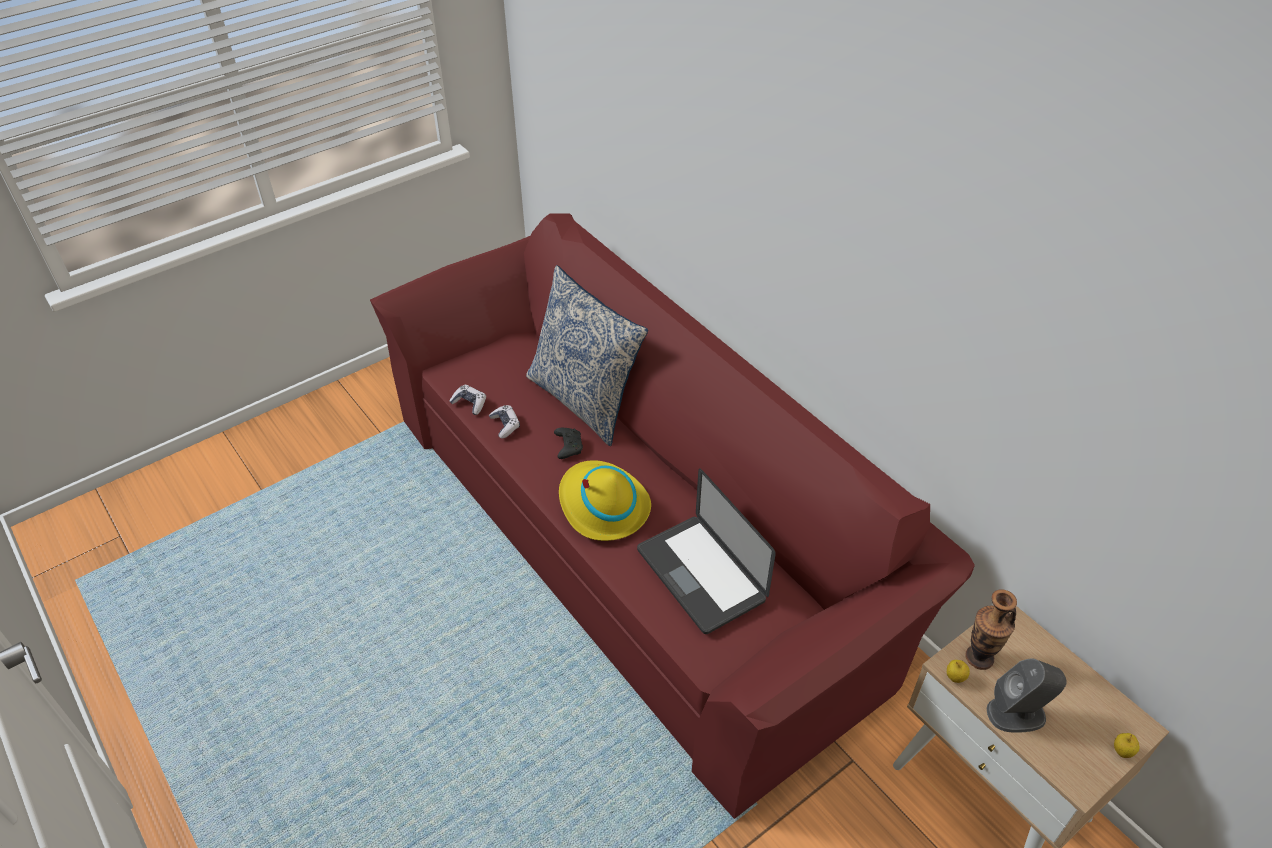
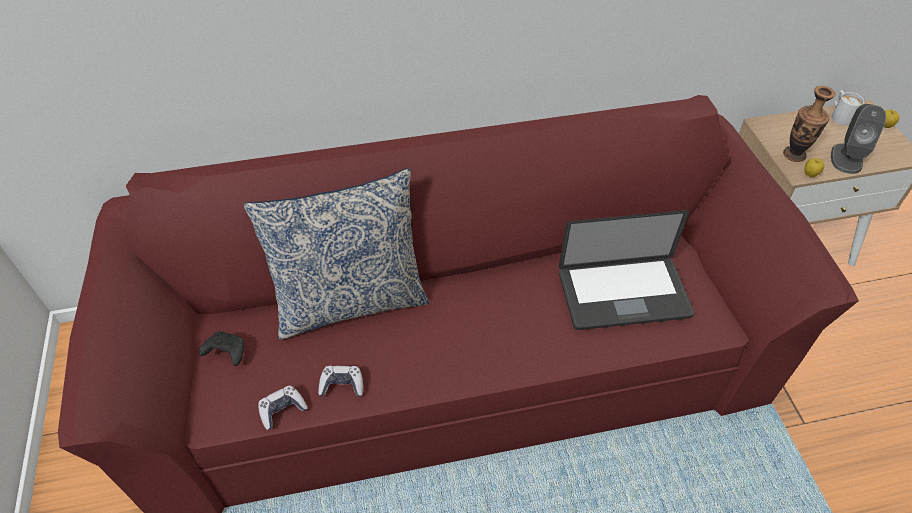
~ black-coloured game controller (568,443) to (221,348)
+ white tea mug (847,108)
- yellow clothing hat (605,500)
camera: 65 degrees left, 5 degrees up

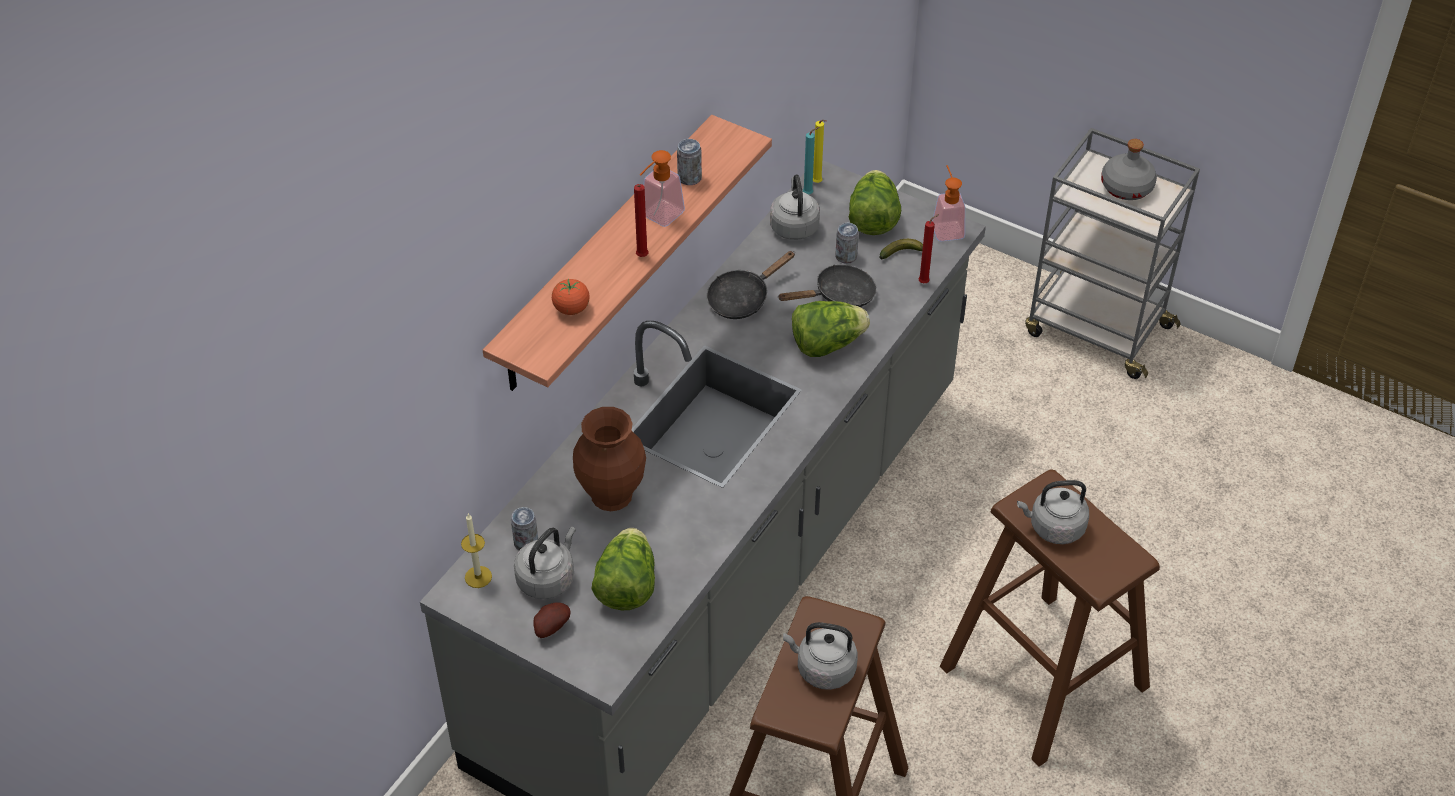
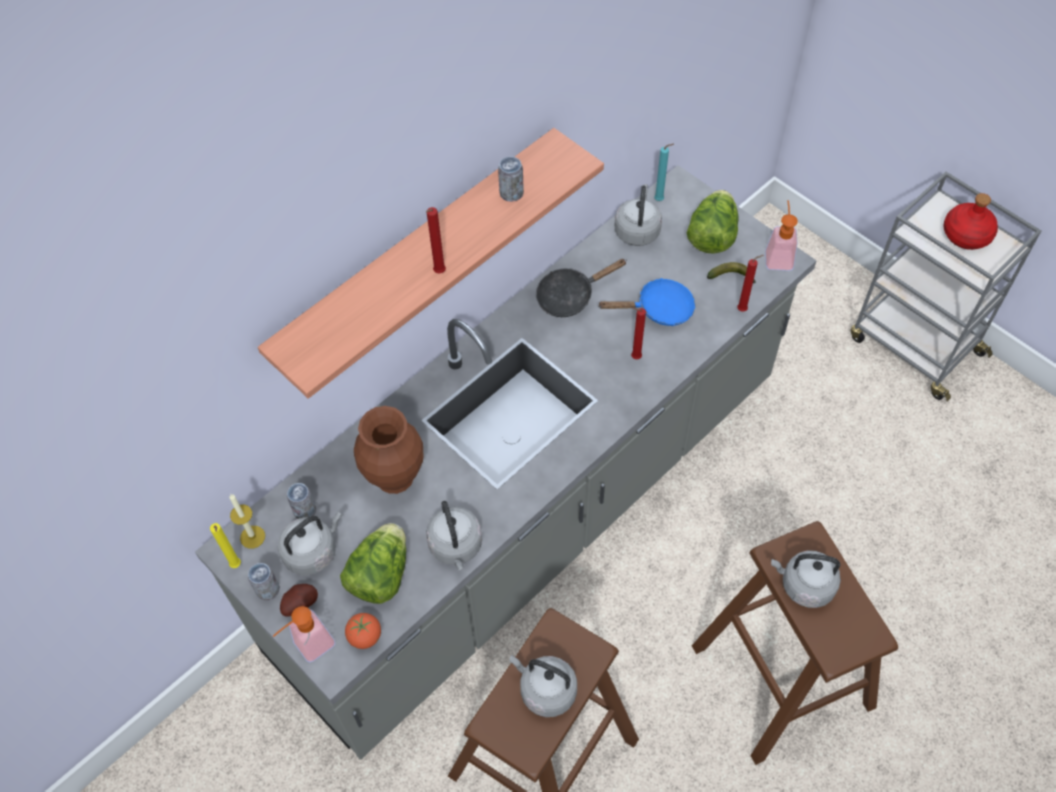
~ yellow wax light (819,151) to (225,545)
~ metal can (847,243) to (264,581)
~ soap bottle (662,188) to (304,634)
~ tomato (571,297) to (363,631)
+ grey water kettle (454,535)
~ black-coloured pan (827,285) to blue pan (647,302)
~ lettuce (831,329) to red wax light (638,333)
~ grey drink bottle (1129,169) to red drink bottle (970,221)
camera: 15 degrees right, 10 degrees up

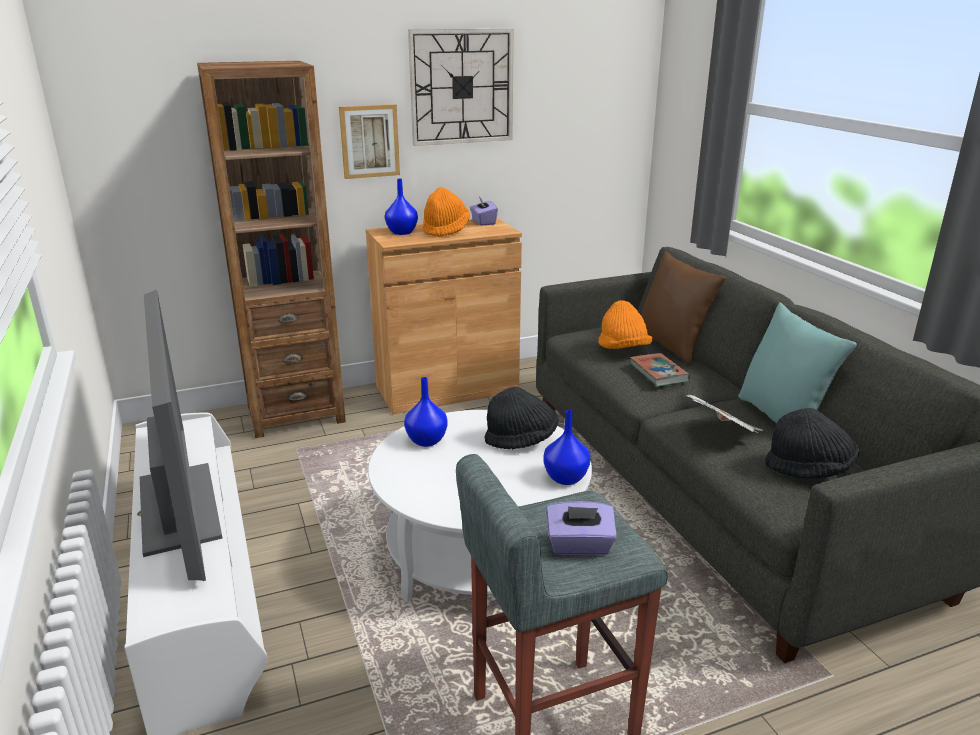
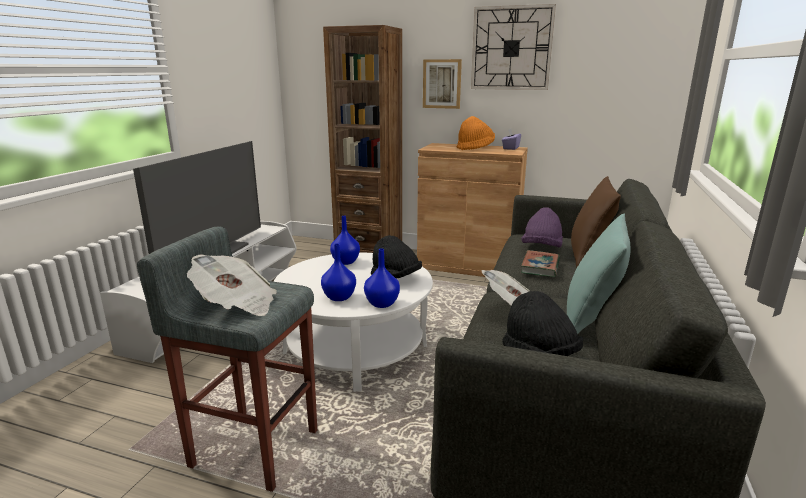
~ purple tissue holder (581,528) to daily paper (231,285)
~ blue vase (401,207) to (338,272)
~ orange-coloured clothing hat (625,324) to purple clothing hat (542,227)
camera: 40 degrees right, 5 degrees down

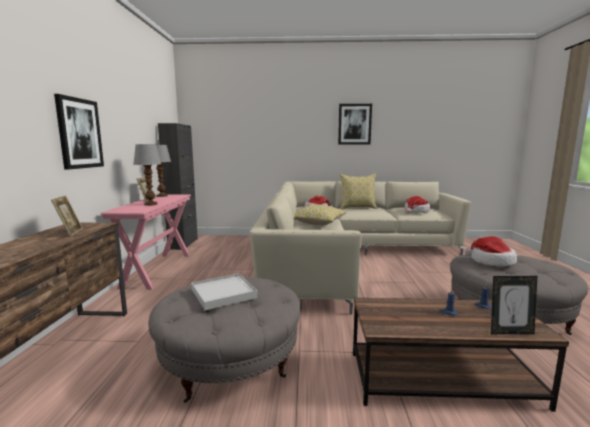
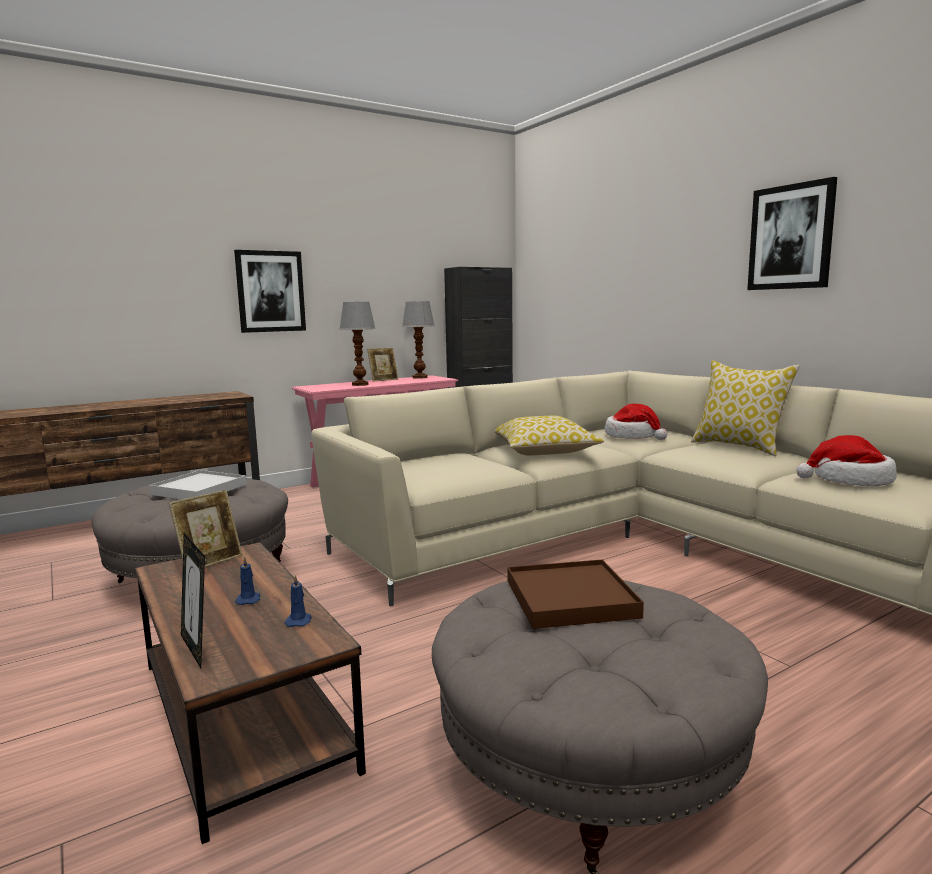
~ picture frame (67,216) to (206,528)
~ clothing hat (491,251) to brown-coloured carrying tray (575,594)
camera: 55 degrees right, 0 degrees up

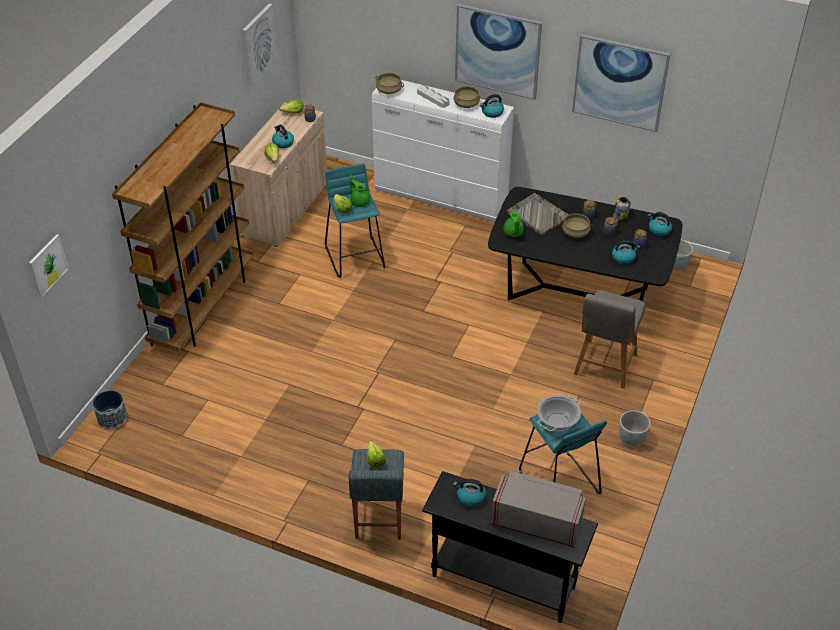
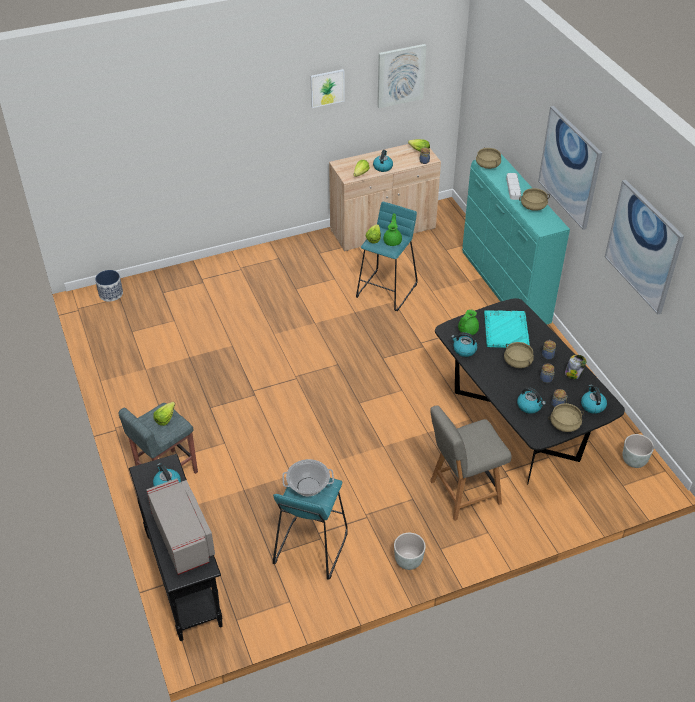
~ wall picture (49,266) to (327,88)
~ water kettle (492,106) to (464,344)
~ white dresser (443,151) to turquoise-coloured dresser (516,239)
~ grey carrying tray (538,214) to turquoise-coloured carrying tray (507,329)
+ beige stockpot (566,417)
- brown-coloured shelving unit (182,227)
camera: 45 degrees right, 0 degrees up

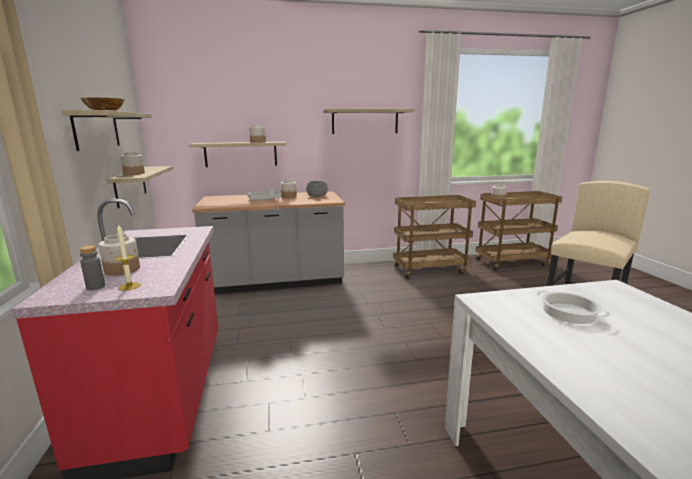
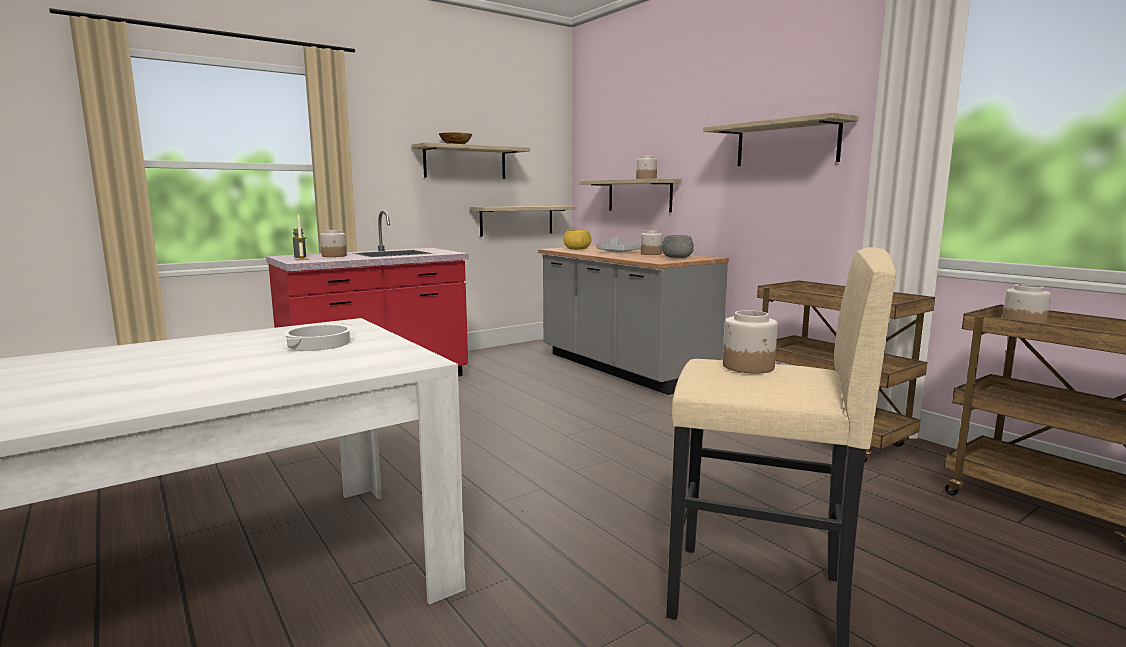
+ yellow serving bowl (577,239)
~ storage jar (133,163) to (750,342)
camera: 65 degrees right, 5 degrees down

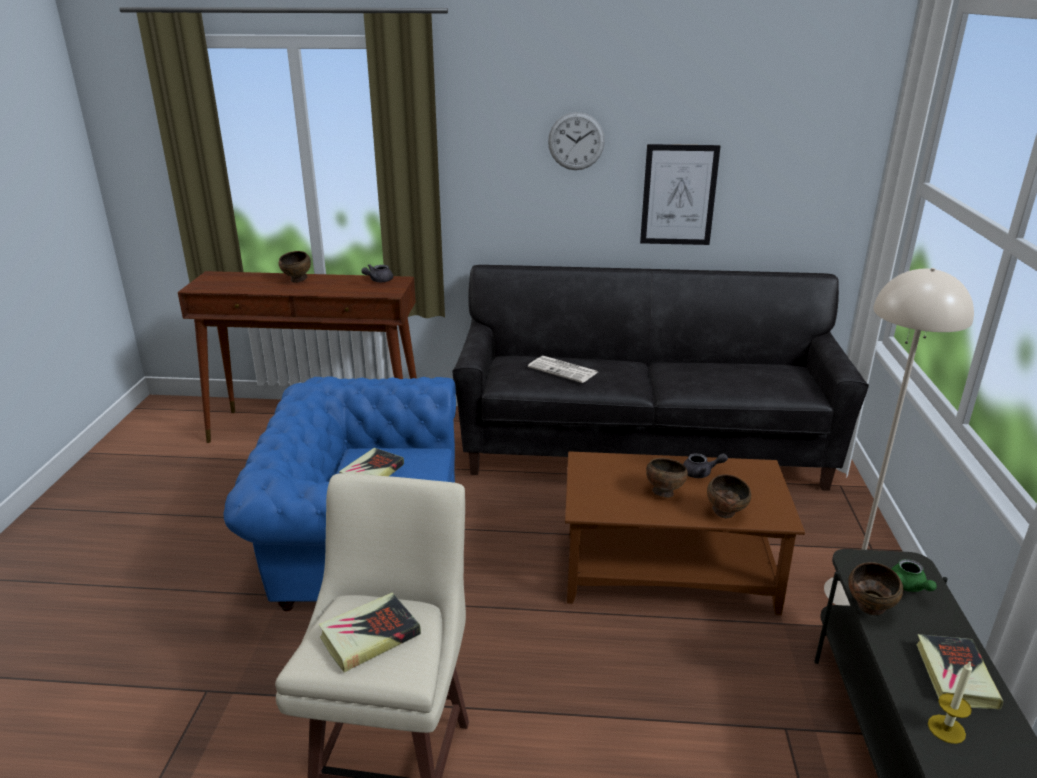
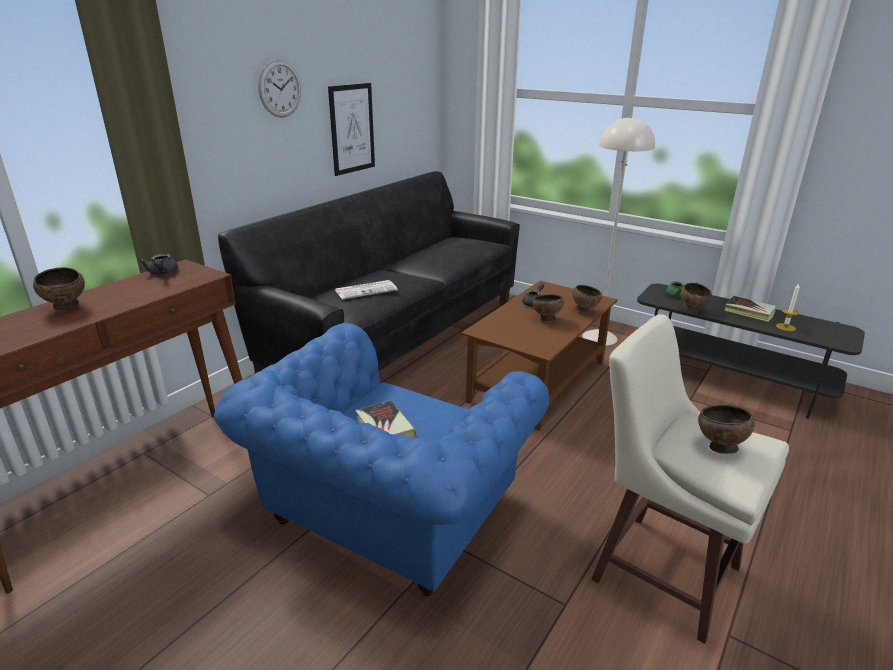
~ volume (369,632) to brown-coloured serving bowl (726,429)
camera: 60 degrees left, 0 degrees up

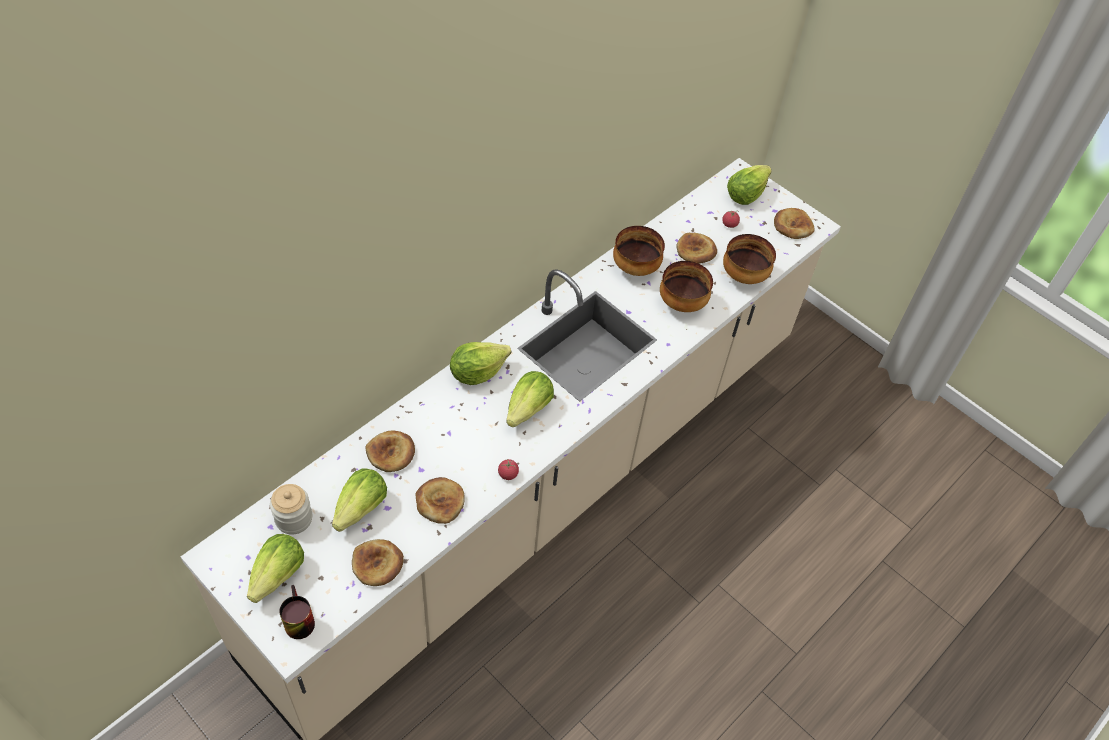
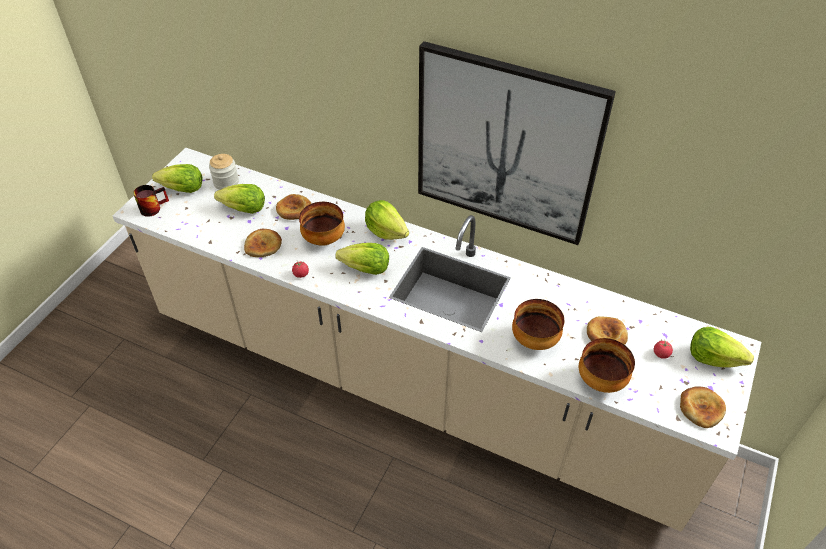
~ serving bowl (639,251) to (322,224)
+ wall picture (517,143)
- bakery bread (378,562)
camera: 75 degrees right, 5 degrees down

